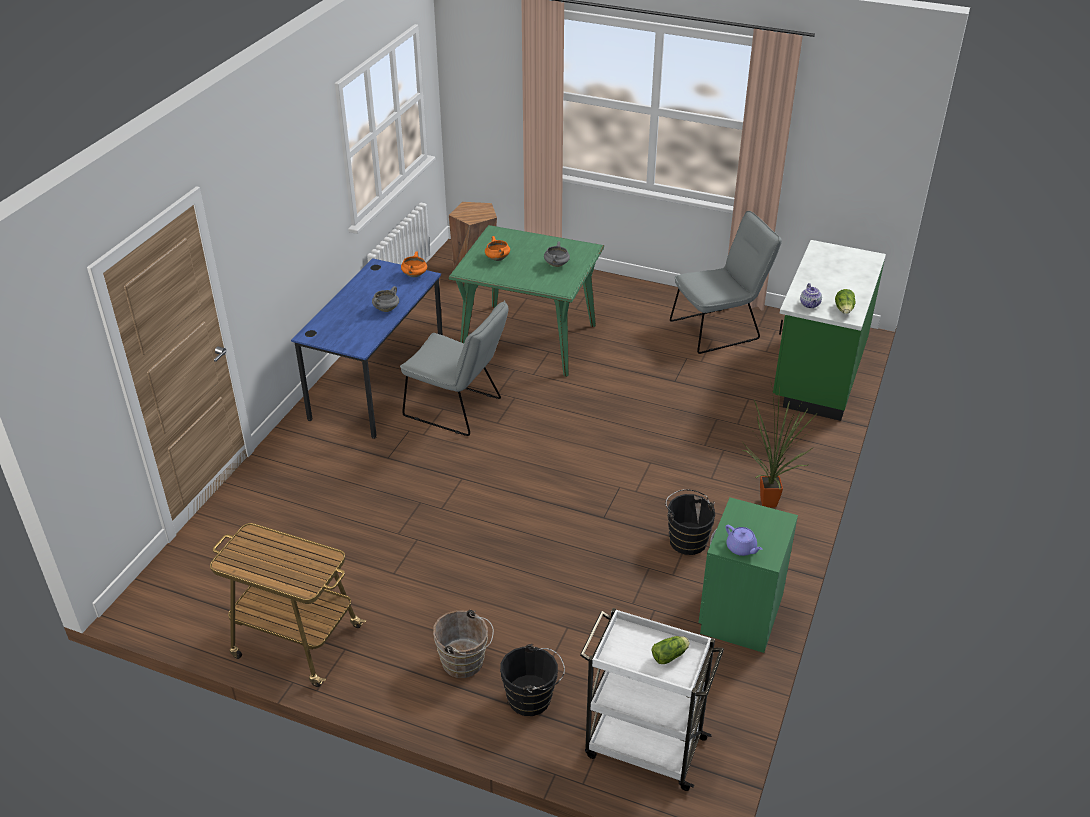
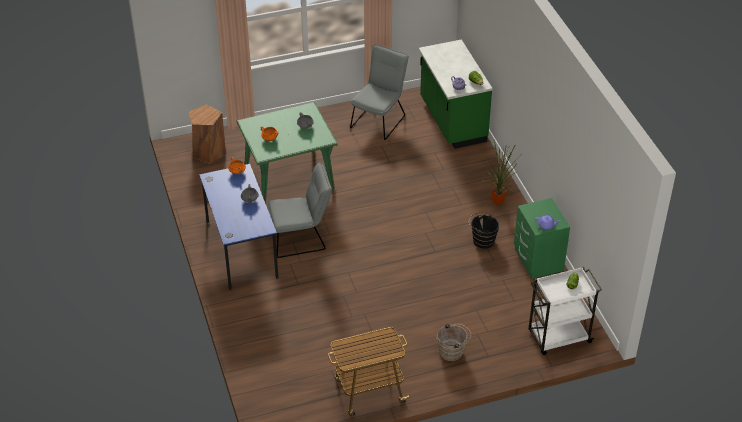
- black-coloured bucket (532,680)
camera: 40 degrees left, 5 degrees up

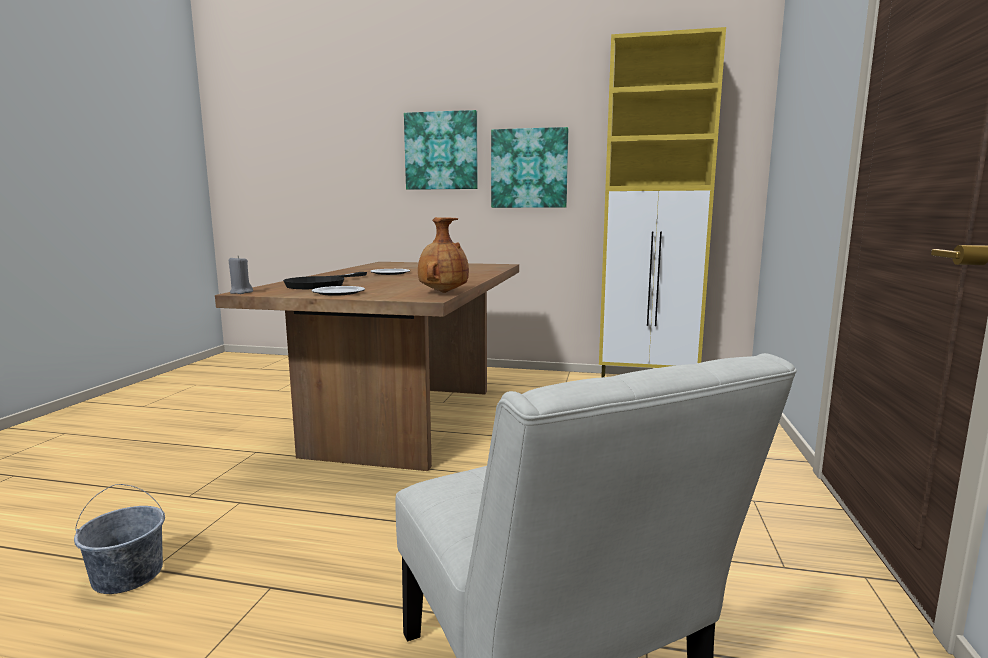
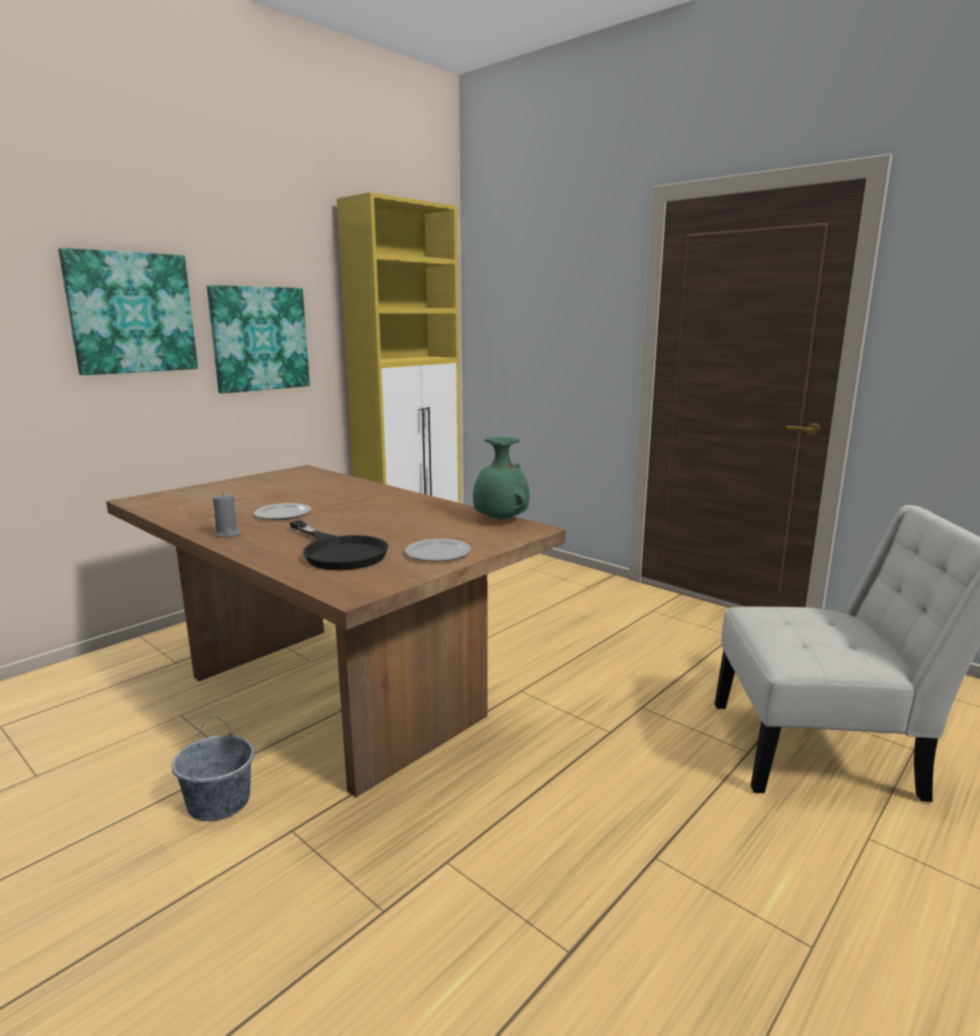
~ grey bucket (119,539) to (213,769)
~ grey wax light (241,275) to (227,515)
~ brown-coloured vase (443,255) to green vase (501,478)
camera: 60 degrees left, 5 degrees up

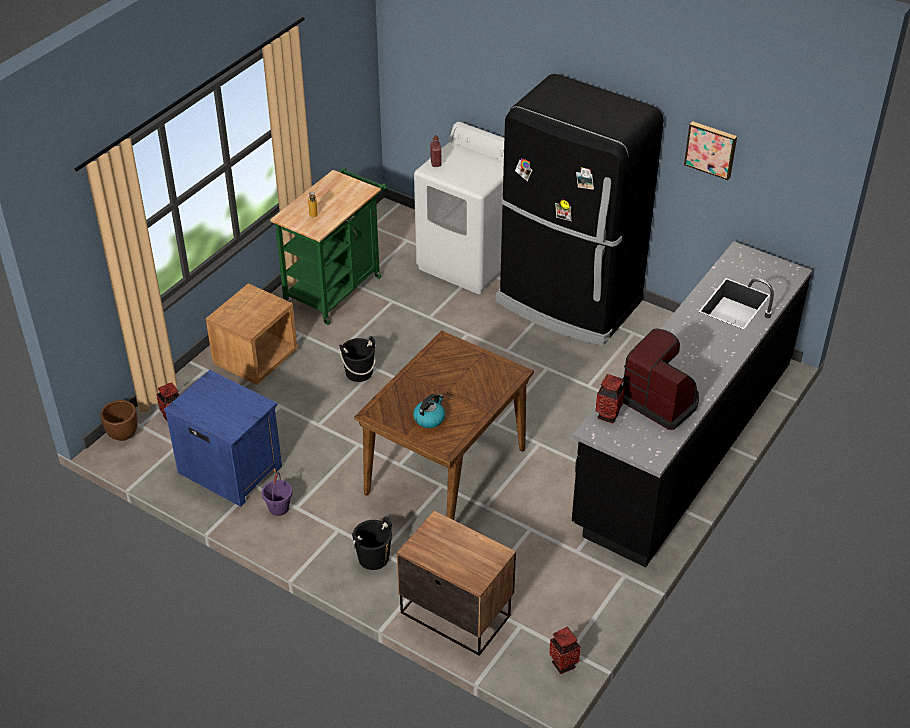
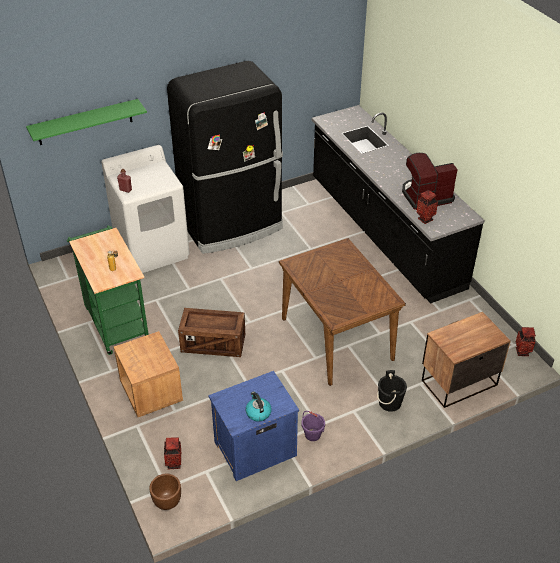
+ green wall shelf (86,122)
~ black-coloured bucket (357,359) to shipping crate (211,332)
~ water kettle (429,411) to (258,406)
- wall picture (710,150)
camera: 60 degrees left, 0 degrees up

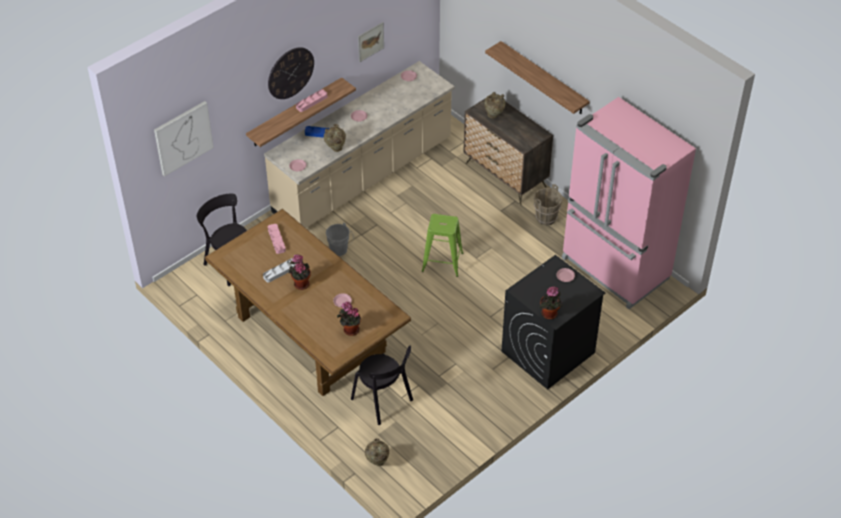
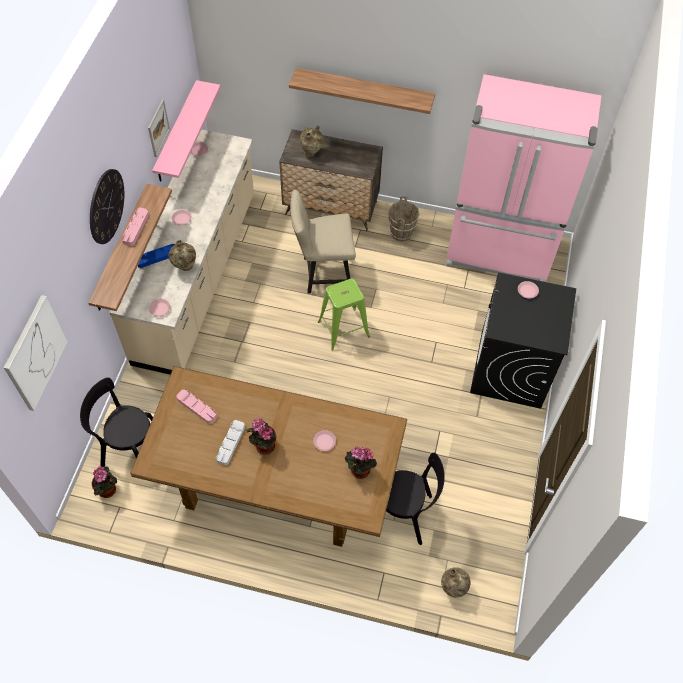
~ houseplant (551,302) to (104,482)
+ pink wall shelf (186,131)
+ beige plain chair (323,242)
- grey bucket (340,239)
camera: 35 degrees left, 10 degrees up

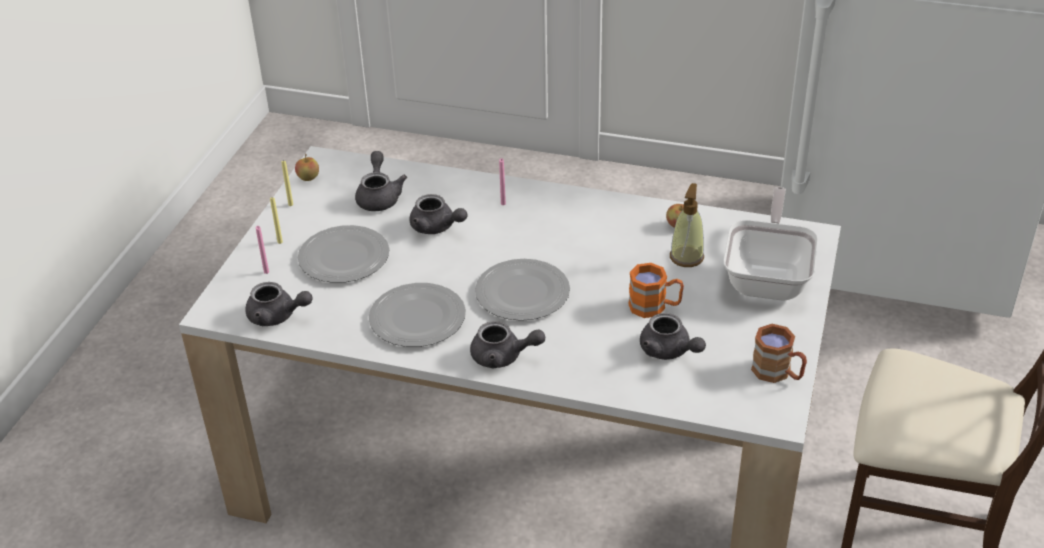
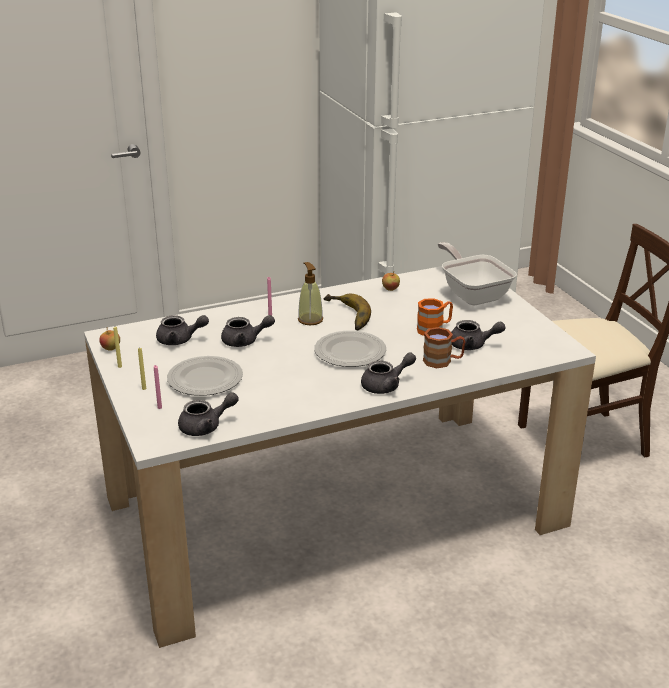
~ grey tea pot (381,181) = (182,330) 135 degrees clockwise
~ soap bottle (687,225) to (310,293)
+ whole banana (347,312)
~ brown-coloured tea mug (779,353) to (444,347)
- dinner plate (417,315)
camera: 40 degrees left, 10 degrees down

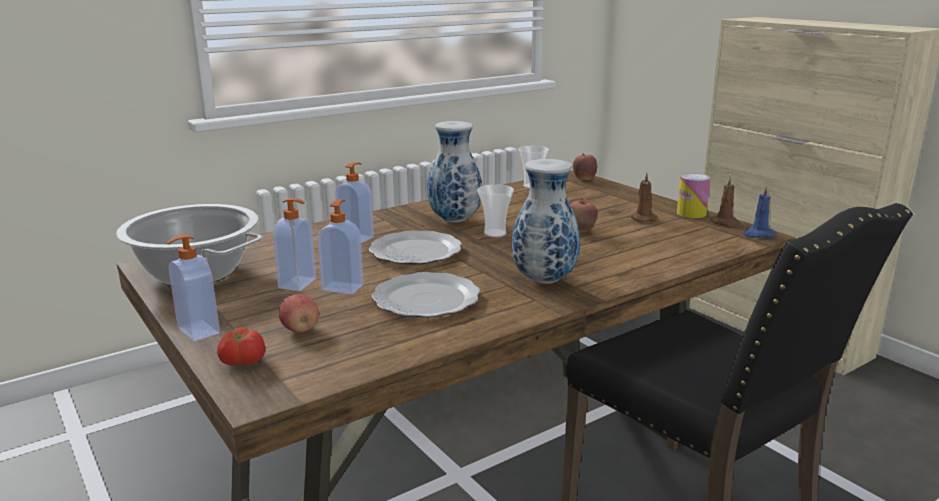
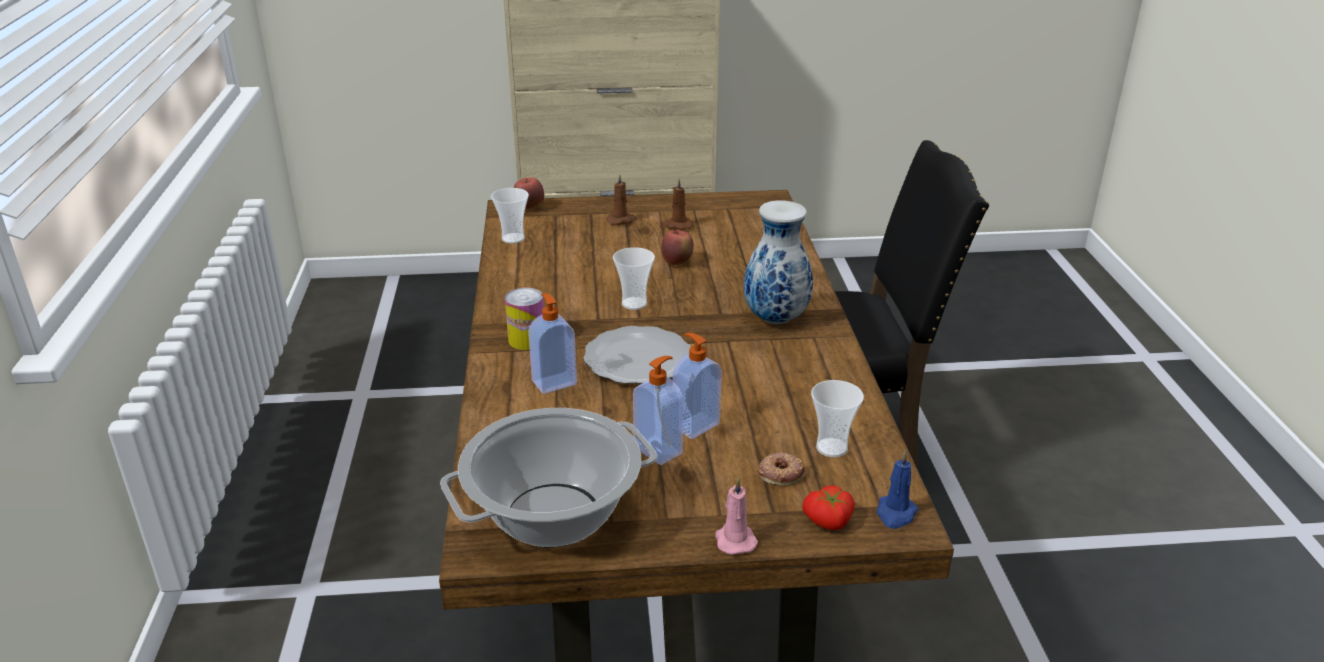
~ metal can (693,195) to (524,319)
~ brown-coloured wax light (725,201) to (621,199)
~ soap bottle (193,288) to pink wax light (736,516)
~ apple fruit (299,313) to donut (781,469)
+ drinking cup (837,418)
~ blue wax light (758,212) to (898,489)
- dinner plate (426,295)
- vase (454,172)
camera: 60 degrees left, 10 degrees up

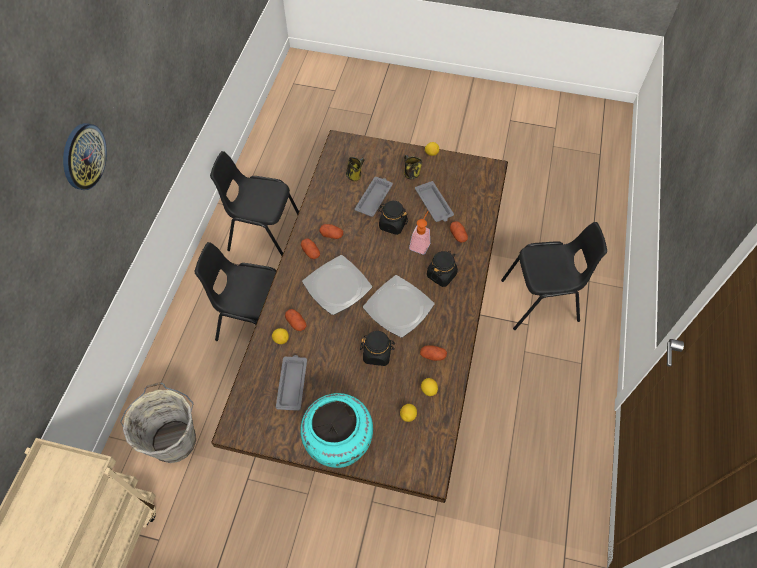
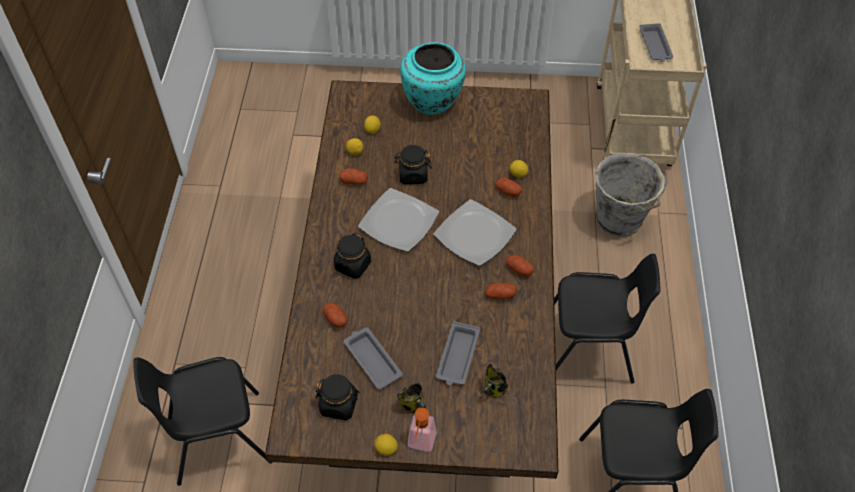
~ black-coloured storage jar (393,218) to (338,397)
~ soap bottle (419,232) to (422,430)
~ grey carrying tray (291,383) to (656,42)
- hanging clock (85,156)
camera: 170 degrees right, 5 degrees down

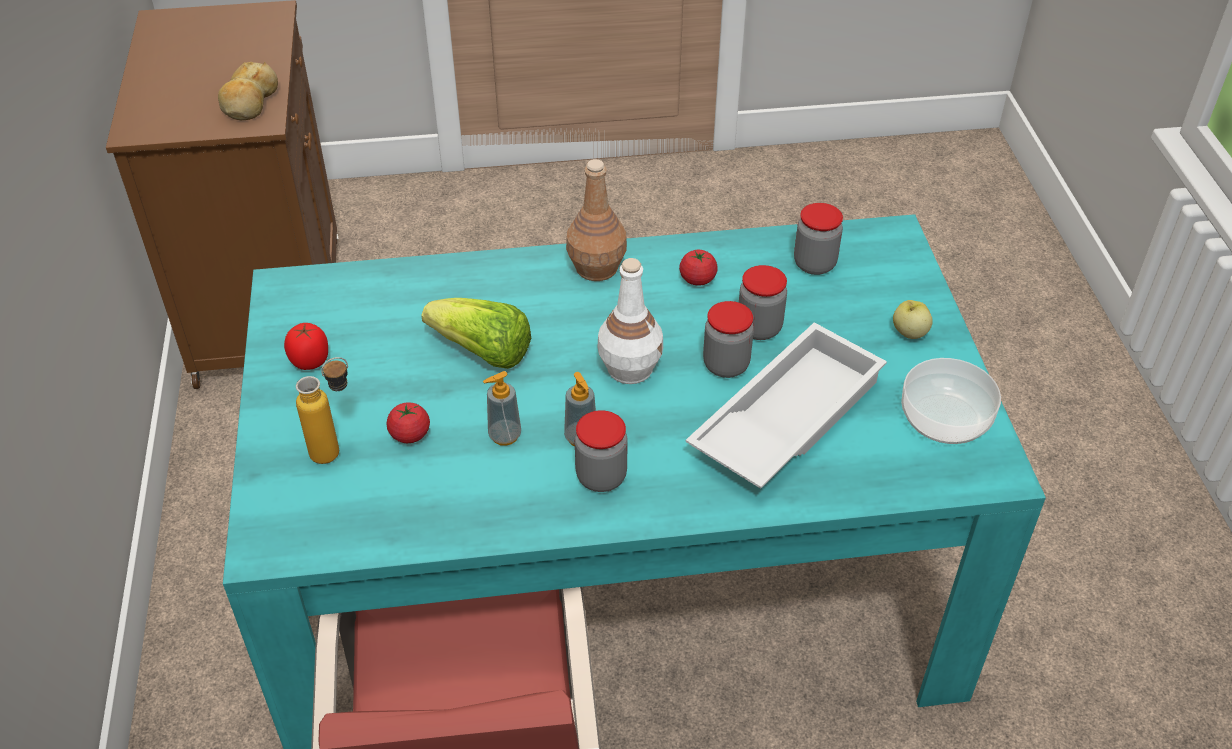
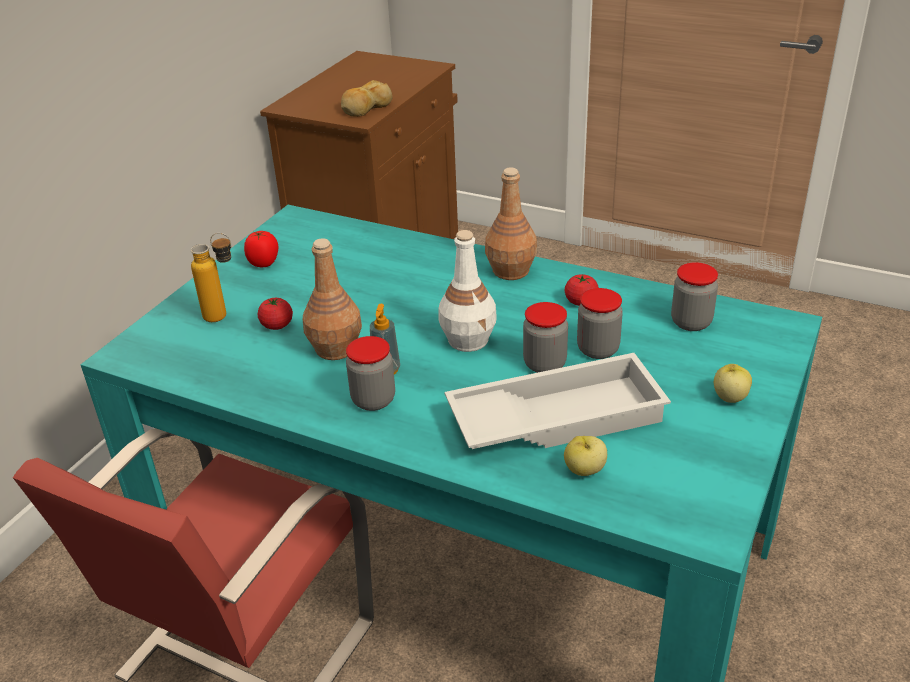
~ soap bottle (502,408) to brown-coloured drink bottle (332,299)
+ apple fruit (585,456)
- lettuce (476,333)
- serving bowl (951,401)
camera: 35 degrees right, 10 degrees down

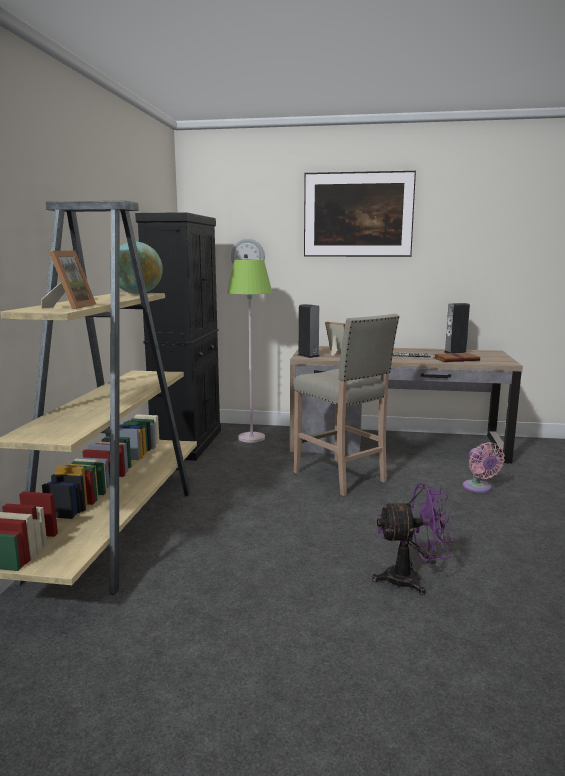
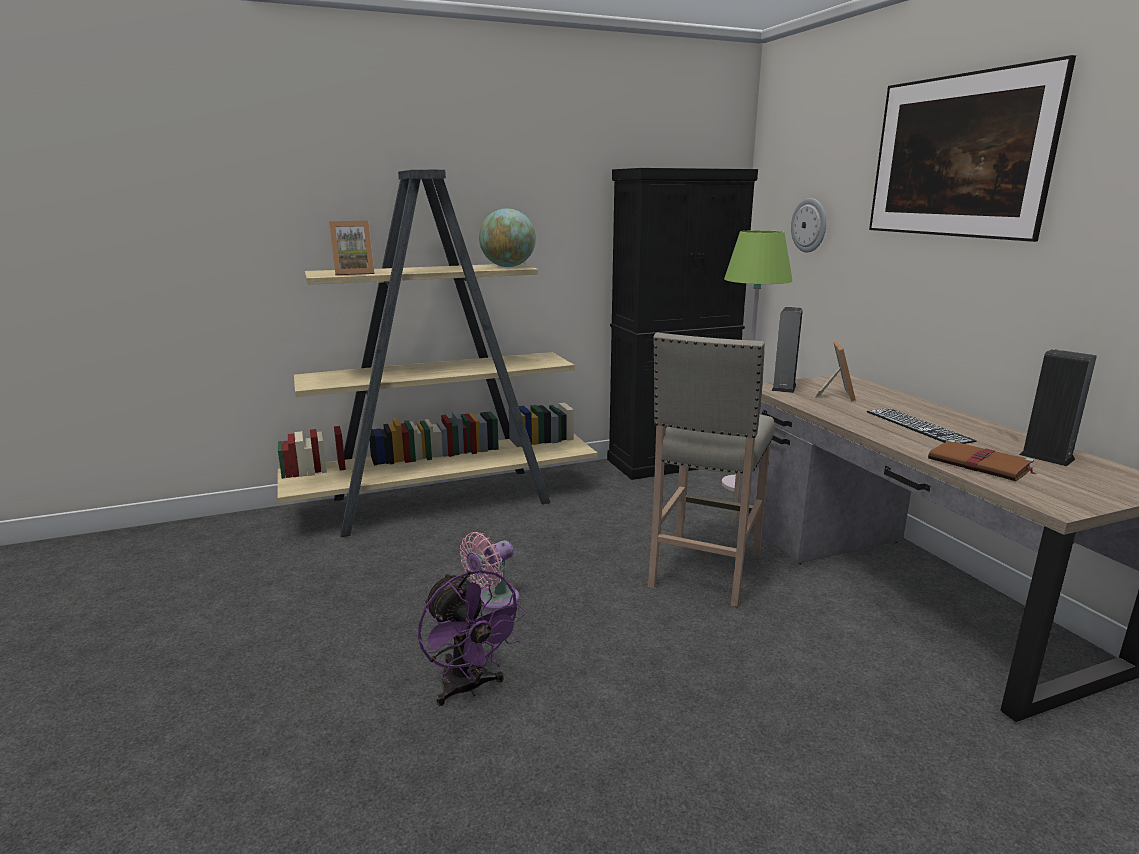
~ pink cooling fan (484,467) to (489,571)
camera: 60 degrees right, 5 degrees up

